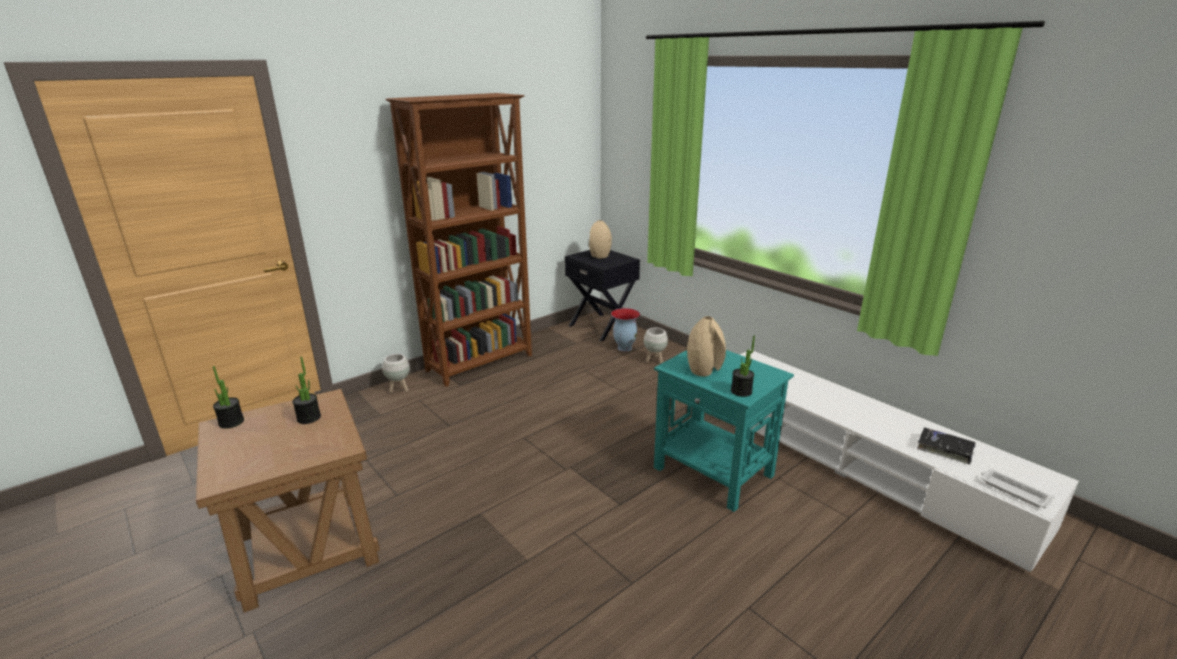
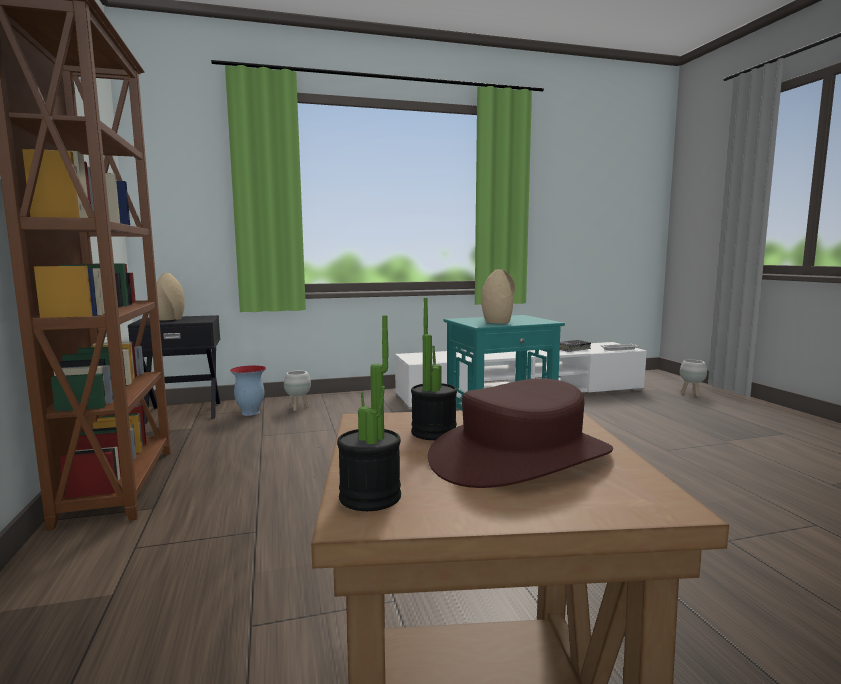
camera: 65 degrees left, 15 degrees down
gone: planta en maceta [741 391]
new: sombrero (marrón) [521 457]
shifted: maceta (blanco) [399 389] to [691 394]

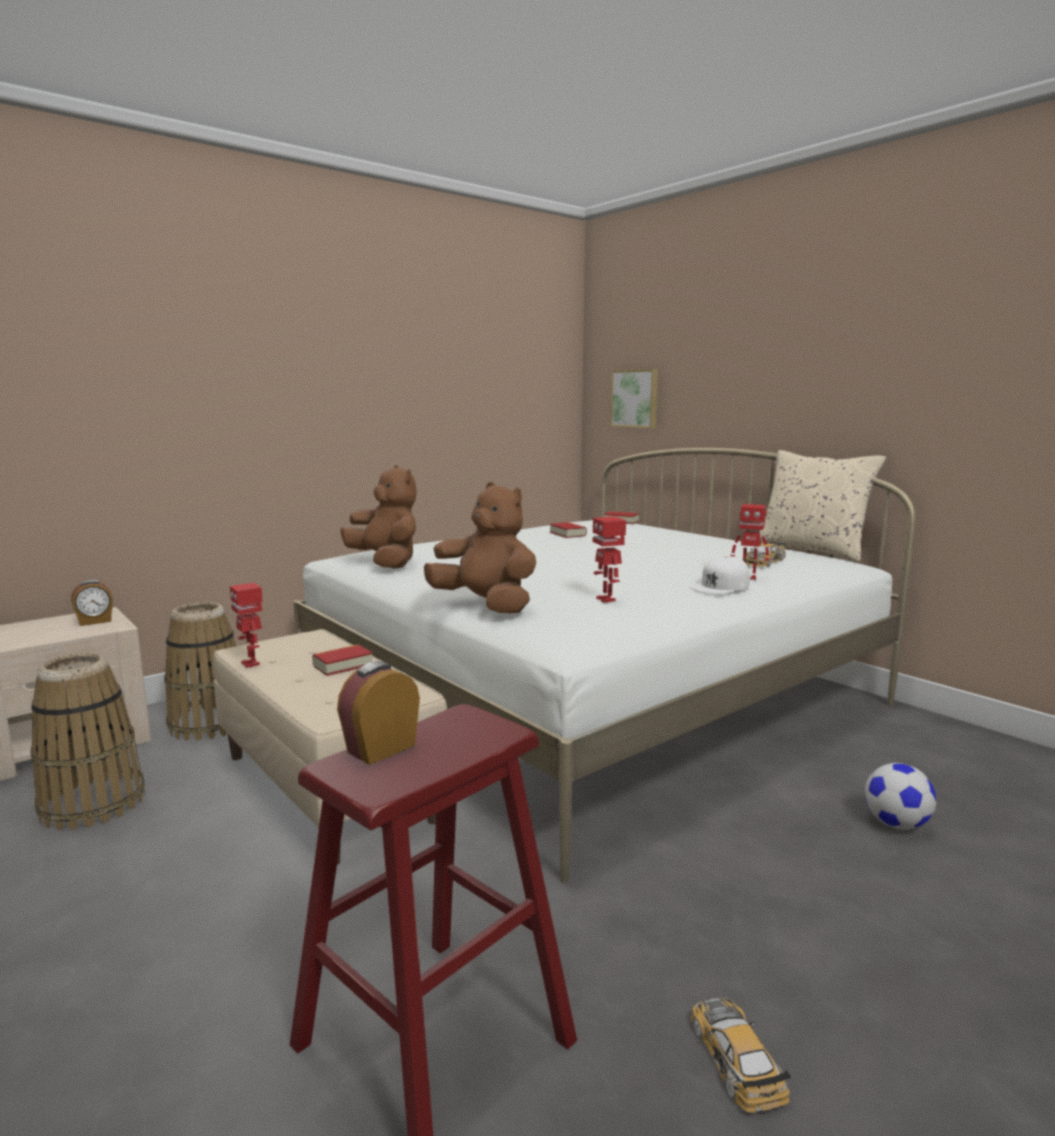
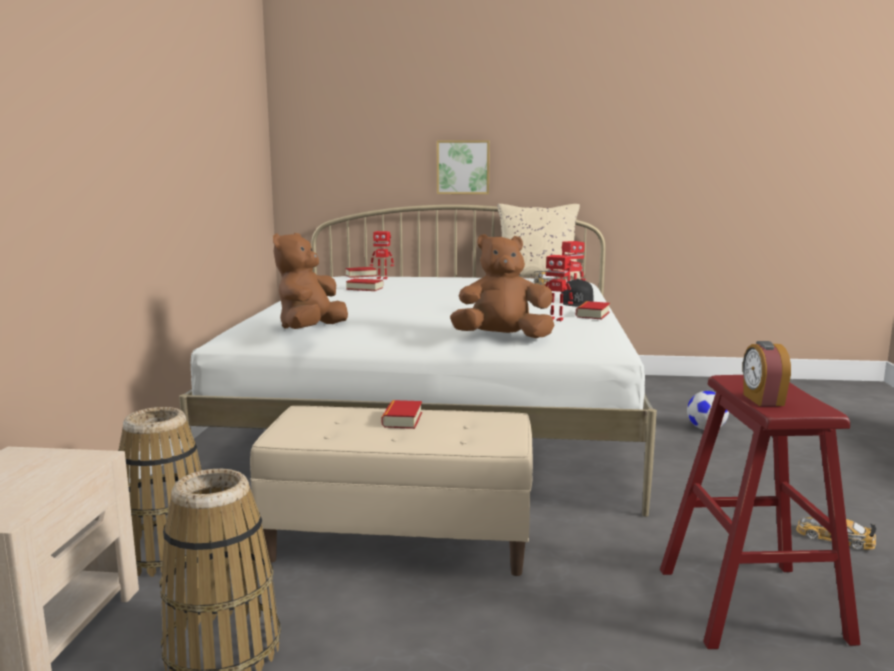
camera: 45 degrees left, 0 degrees up
gone: despertador [95 621]
new: libro [592 314]
shifted: robot de juguete [251 663] to [382 278]; cuadro [635 398] to [463 167]
repainted: gorra (blanco) [720 586] to gorra (negro) [577 301]
rotated: peluche (marrón) [386 563] = [310 330] 75 degrees counterclockwise

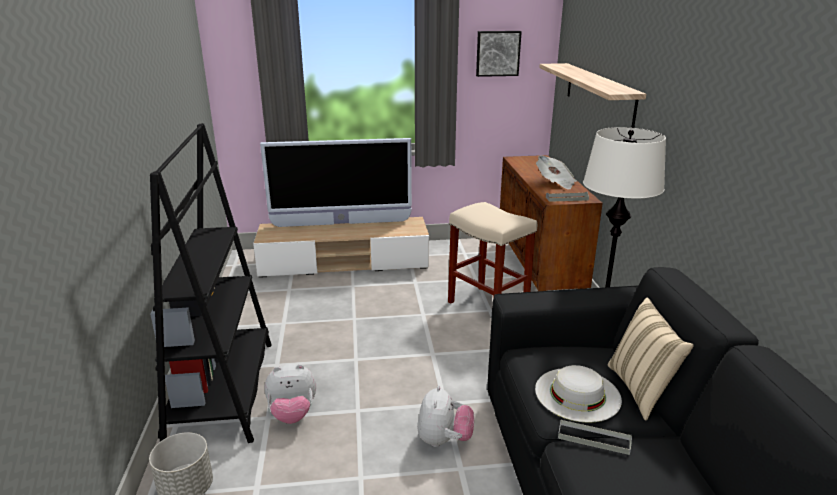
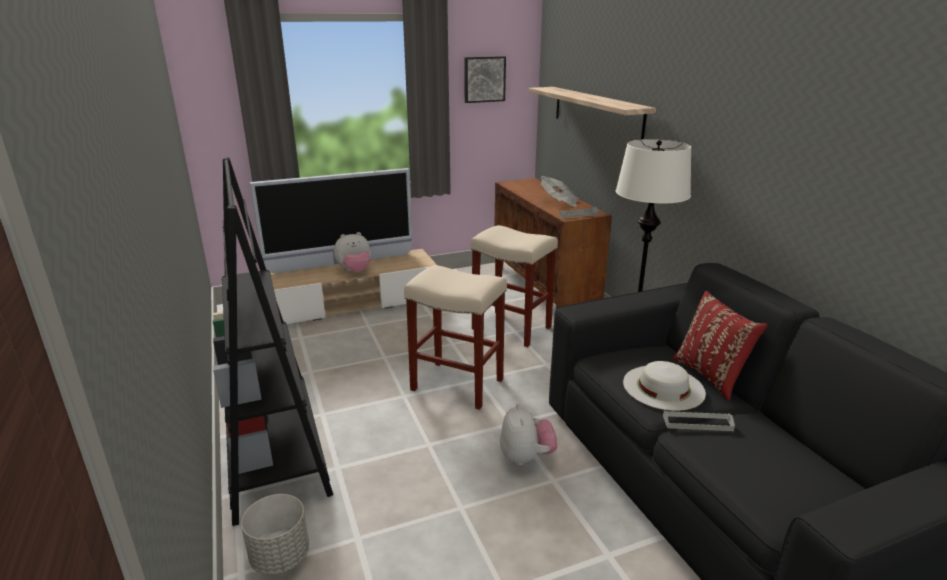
camera: 15 degrees left, 0 degrees up
new: taburete (beis) [458 384]
shifted: peluche [292 414] to [355 271]
repainted: cojín (beis) [641 390] to cojín (rojo) [711 376]

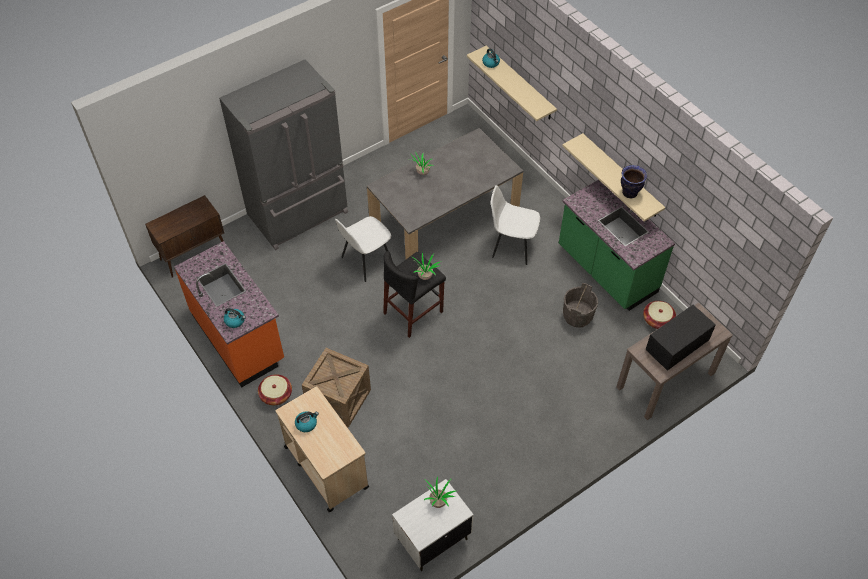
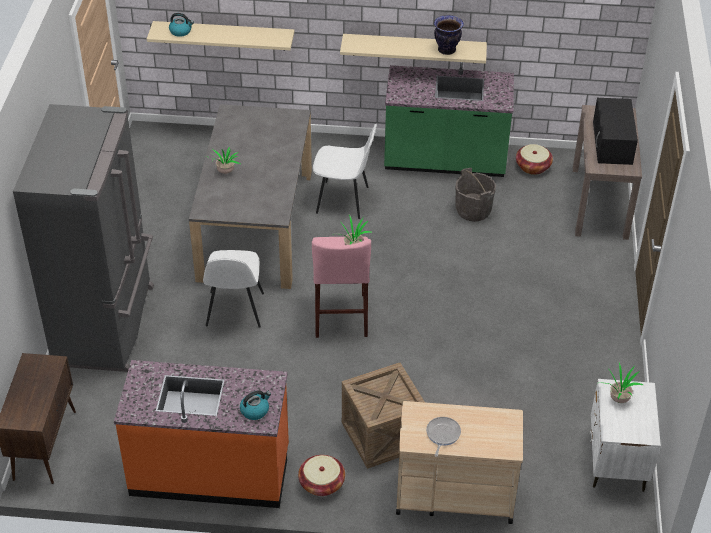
camera: 50 degrees left, 10 degrees down
swapped: hervidor [306 424] to sartén [442 435]
repainted: taburete (negro) [413 312] to taburete (rosa) [340 315]
rotated: silla (blanco) [512 245] = [344 200] 135 degrees counterclockwise

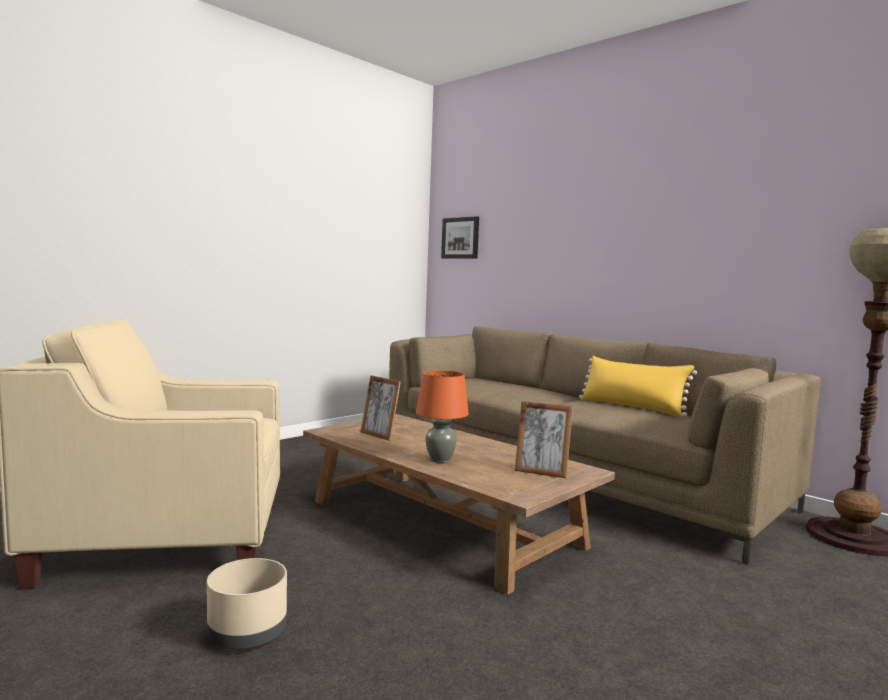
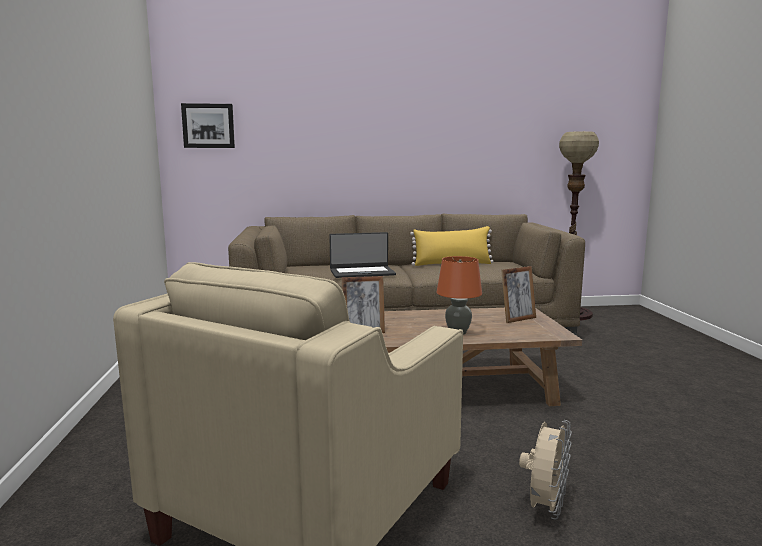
camera: 50 degrees left, 5 degrees up
new: portátil [362 272]
swapped: maceta (beis) [248 633] to ventilador (beis) [545 507]

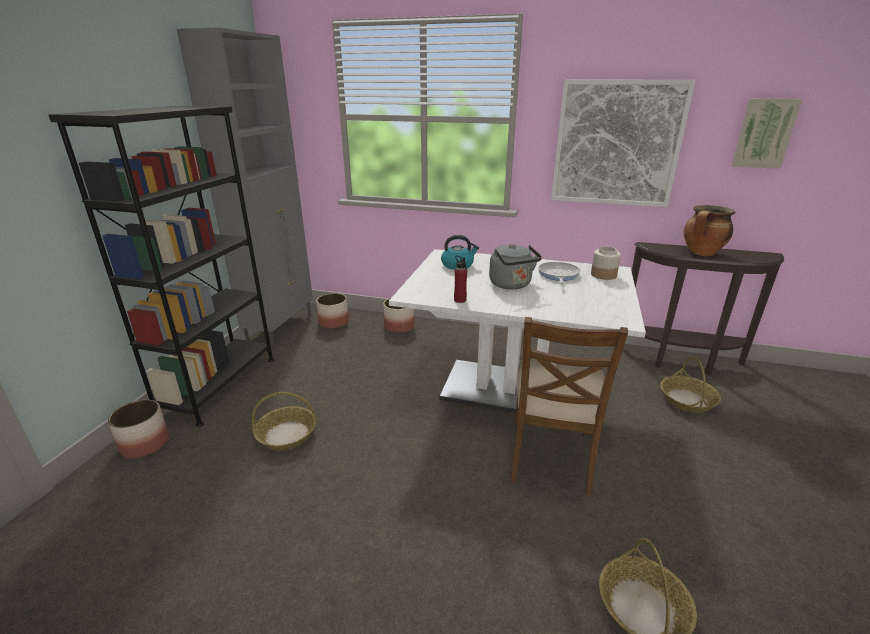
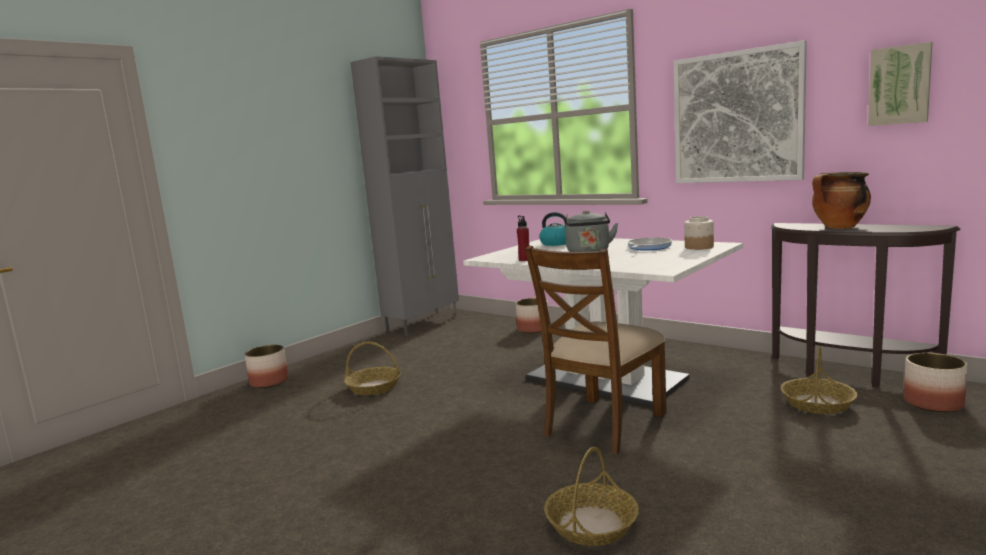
camera: 25 degrees right, 15 degrees down
gone: estantería (negro) [219 385]
shifted: maceta [334 322] to [933 403]

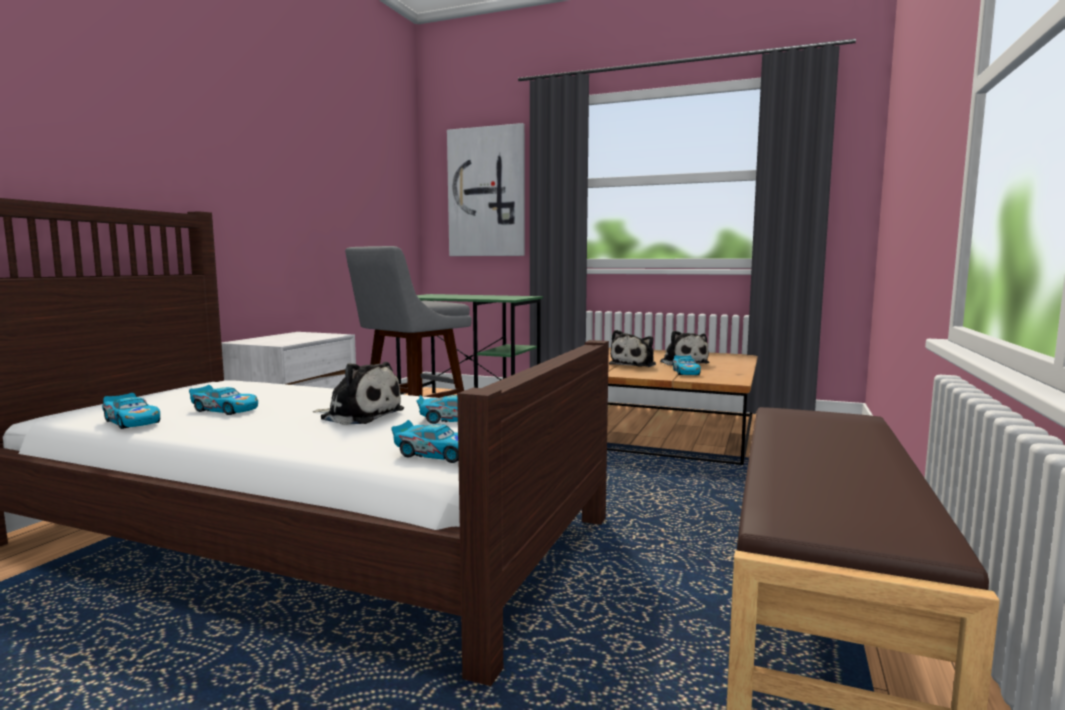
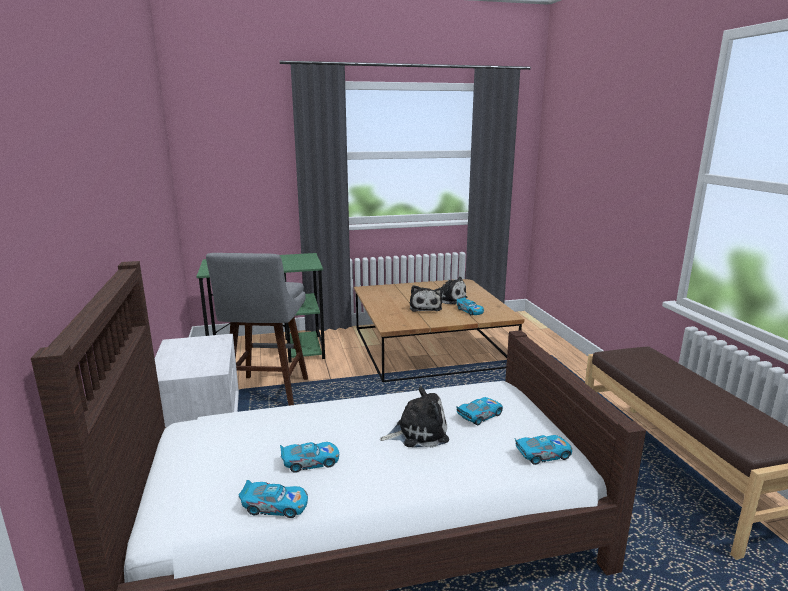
camera: 35 degrees left, 10 degrees up
gone: cuadro [487 192]

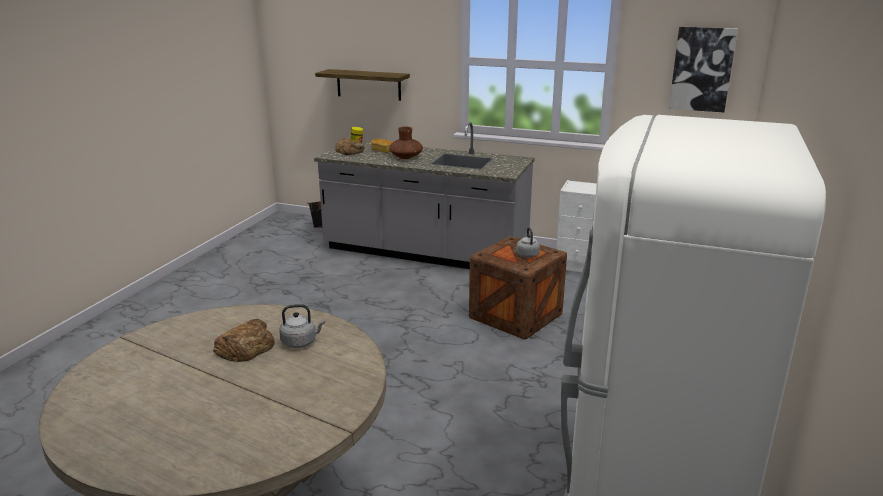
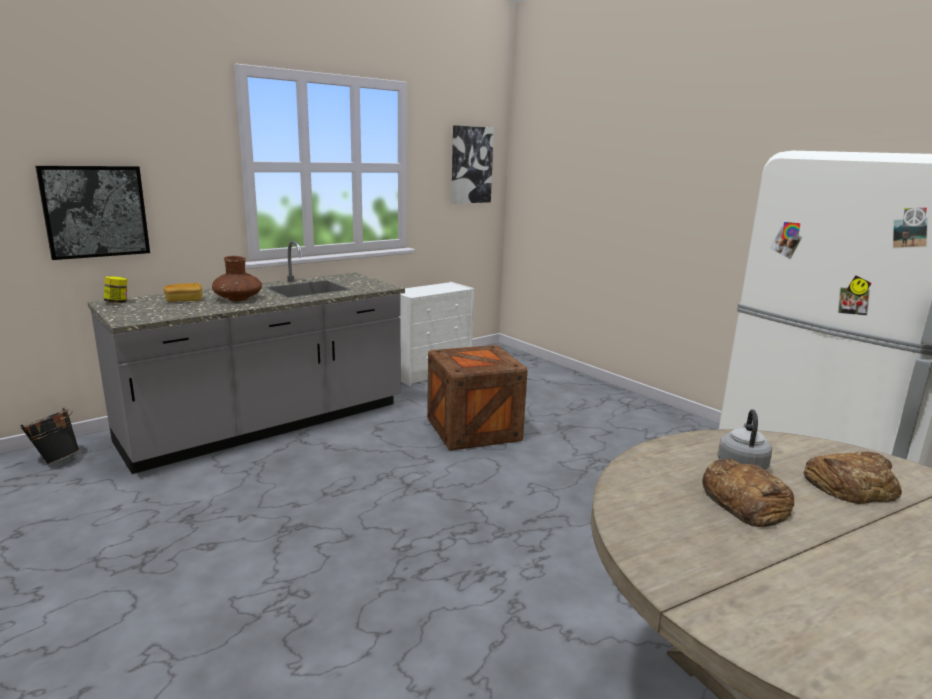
camera: 60 degrees left, 5 degrees down
gone: hervidor (gris) [527 254]
shifted: pan [350 151] to [851 485]
swapped: estante [368 84] to cuadro [95 211]

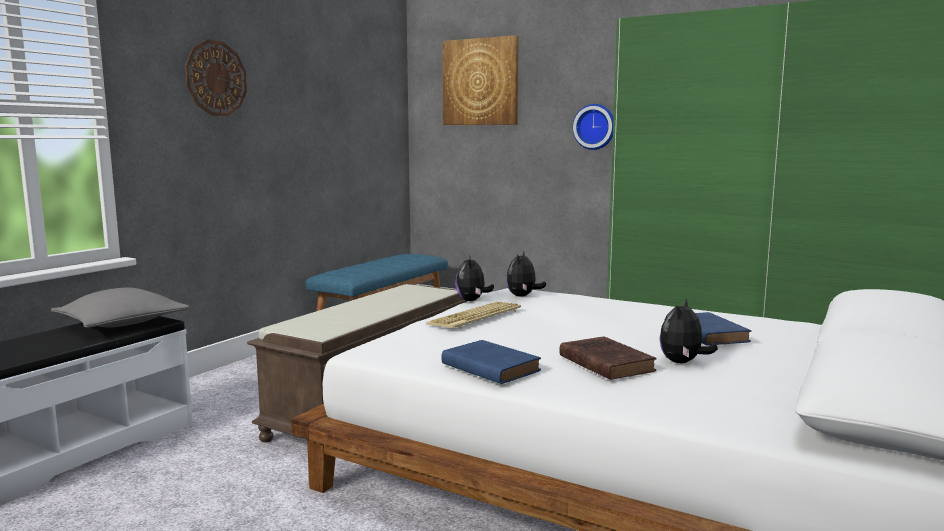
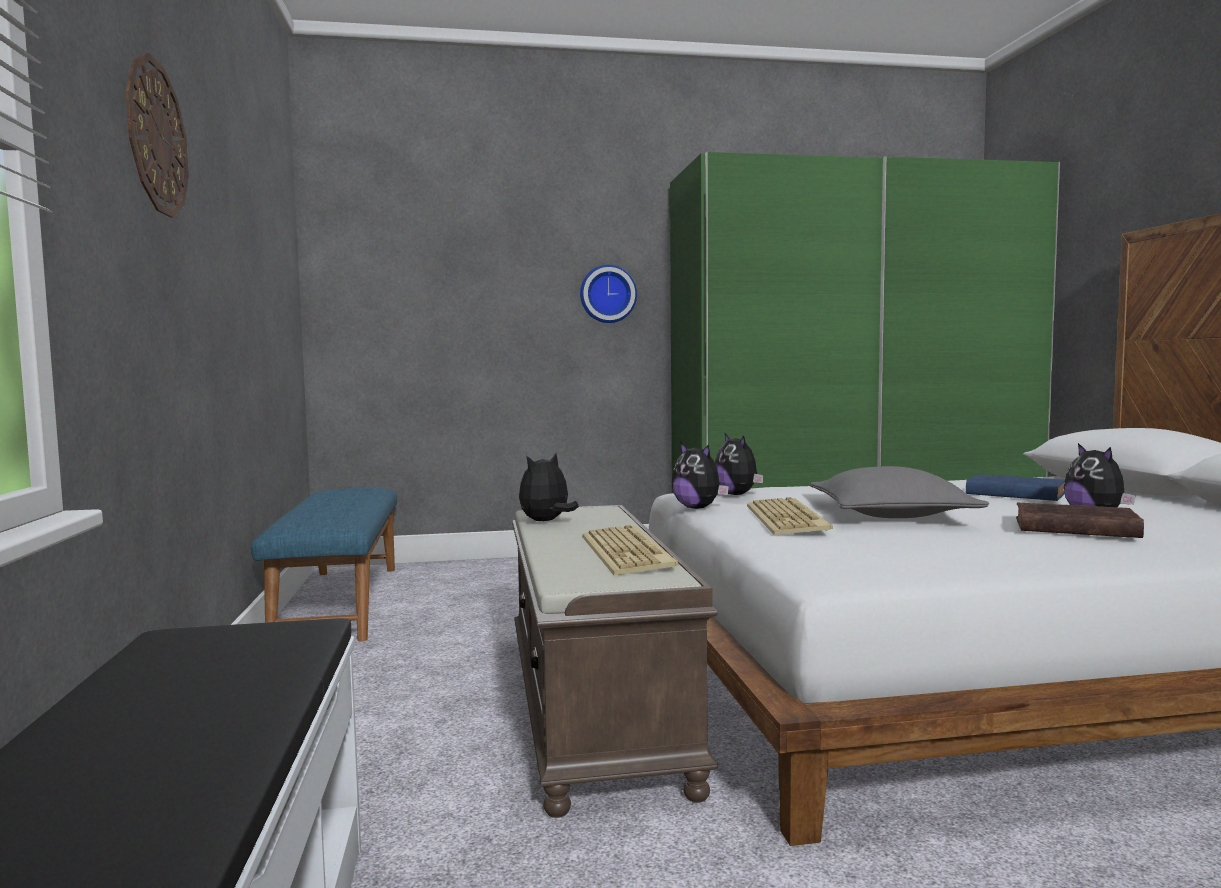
camera: 40 degrees left, 5 degrees down
gone: libro (azul) [488 367]; cuadro [480 82]
new: peluche [546 521]; teclado [629 552]
shifted: cojín (gris) [122 323] to [891 515]

